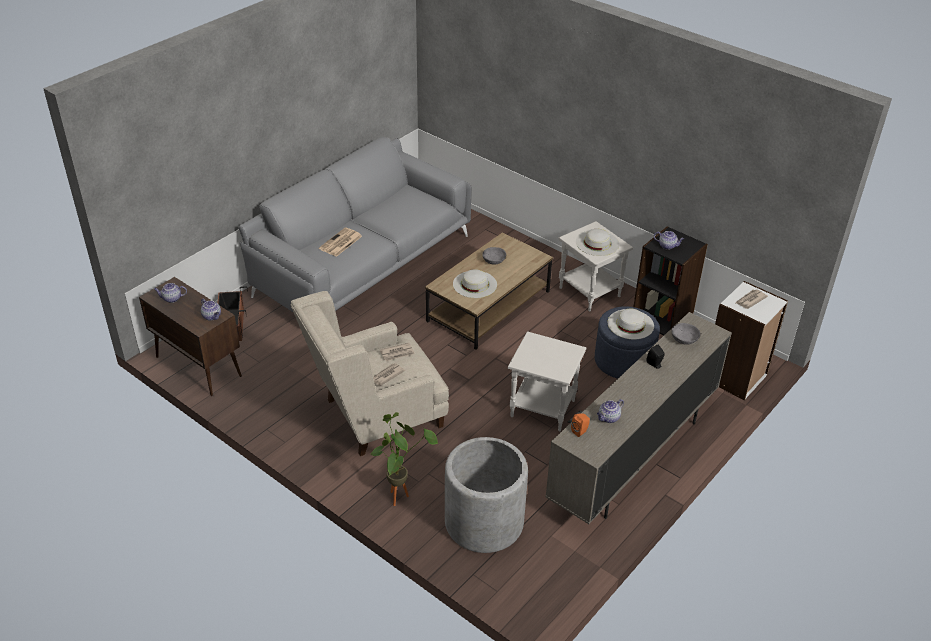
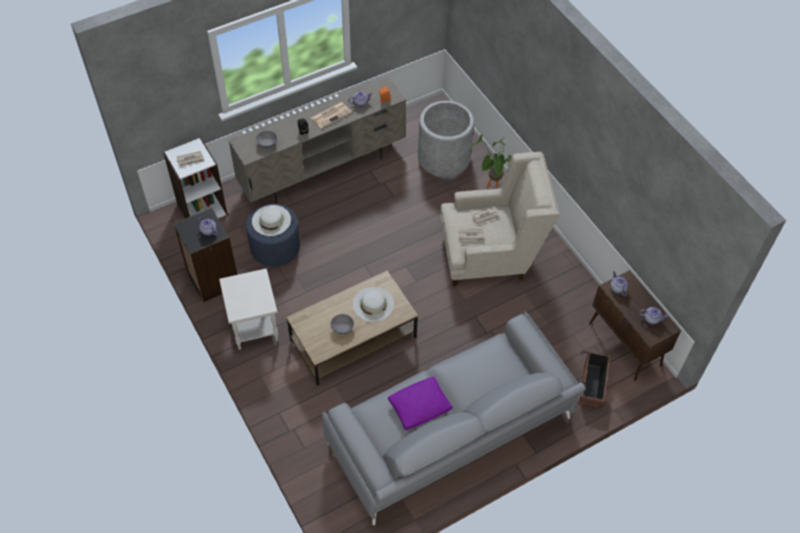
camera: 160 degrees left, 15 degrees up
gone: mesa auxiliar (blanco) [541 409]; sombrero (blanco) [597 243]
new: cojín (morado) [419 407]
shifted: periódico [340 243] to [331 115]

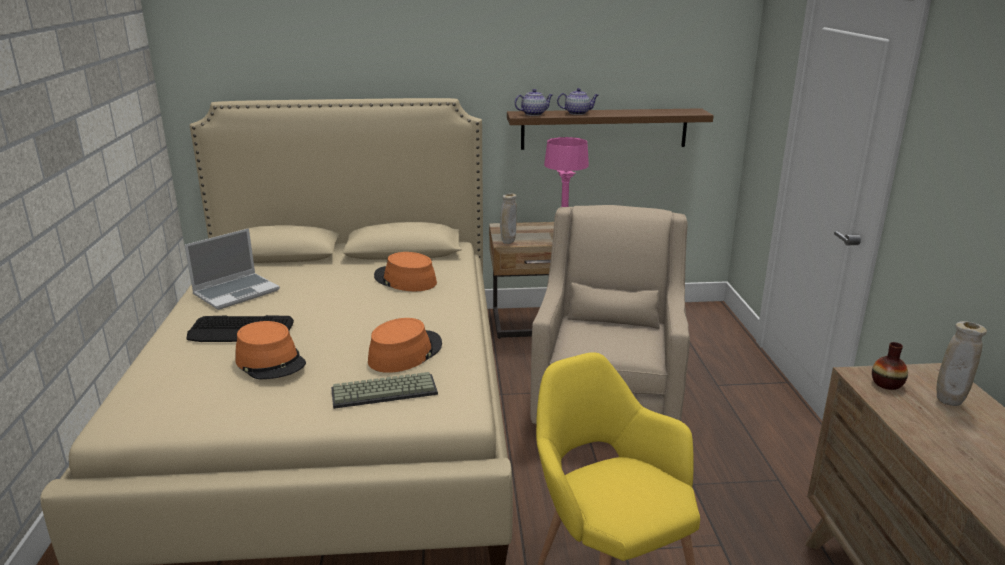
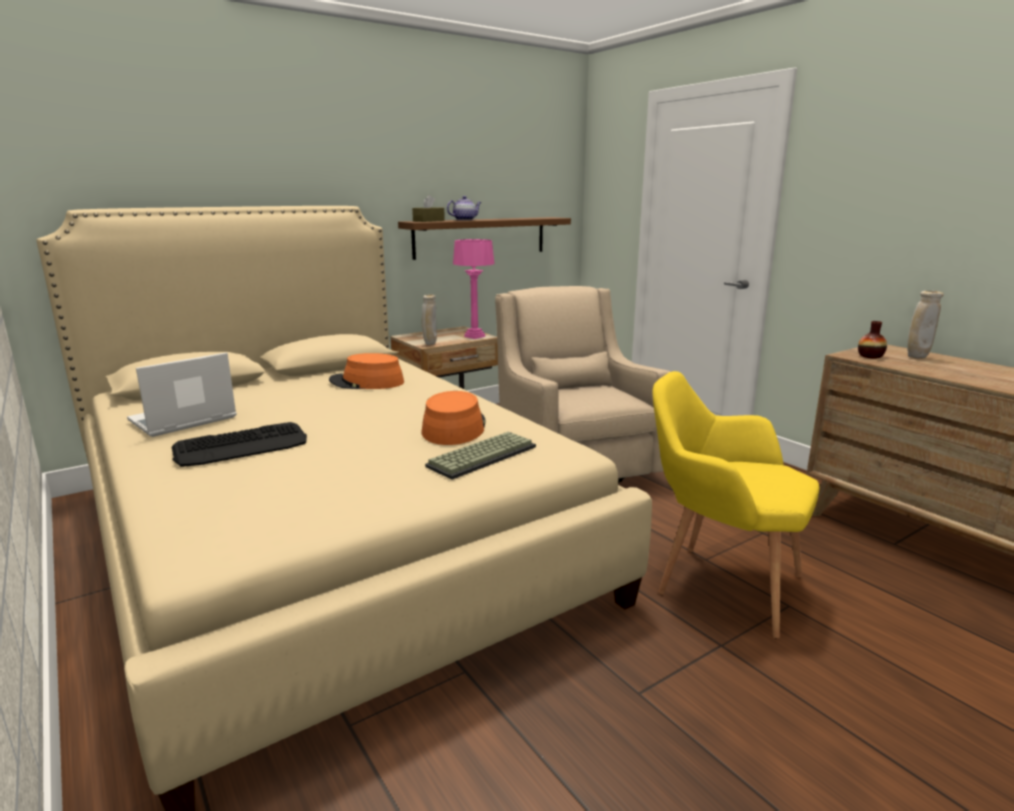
camera: 30 degrees left, 5 degrees down
gone: sombrero (naranja) [271 361]
swapped: tetera [534 114] to caja de pañuelos (marrón) [428 221]
rotated: portátil [237 292] = [182 420] 150 degrees counterclockwise

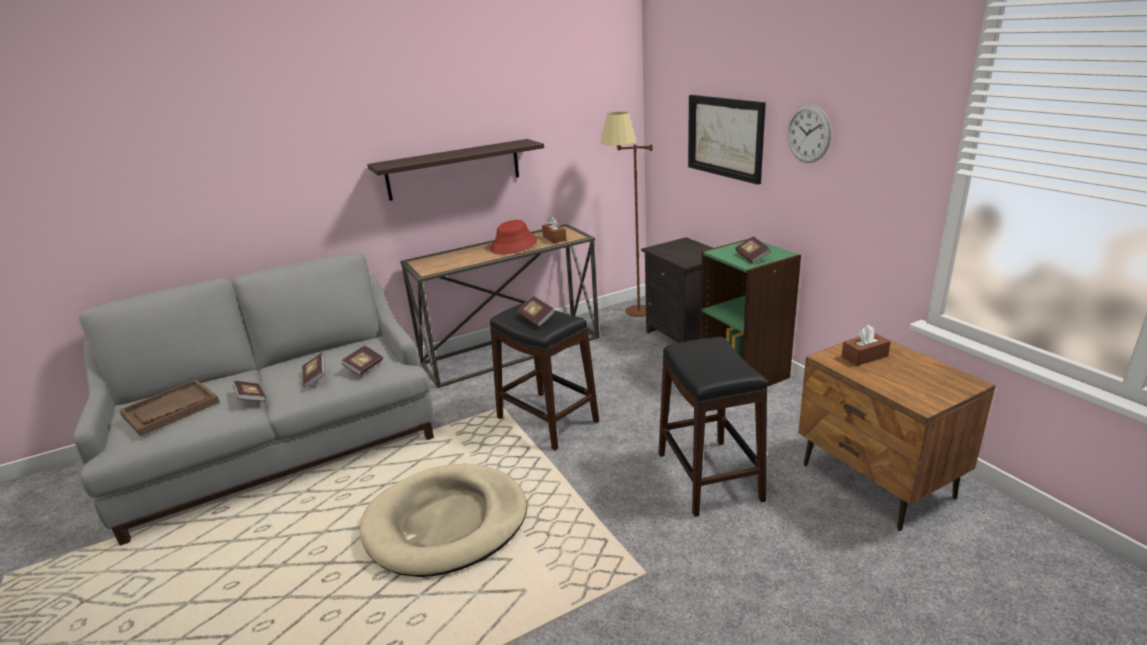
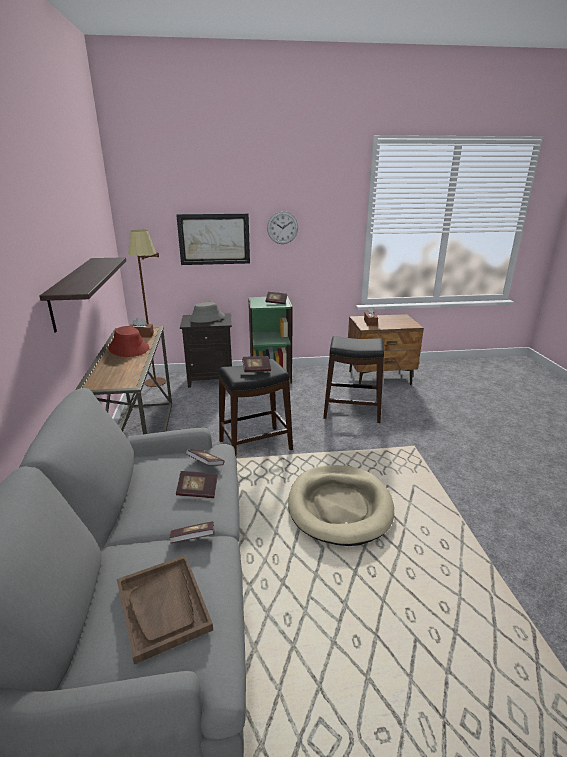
camera: 70 degrees left, 0 degrees up
new: sombrero (gris) [206 318]

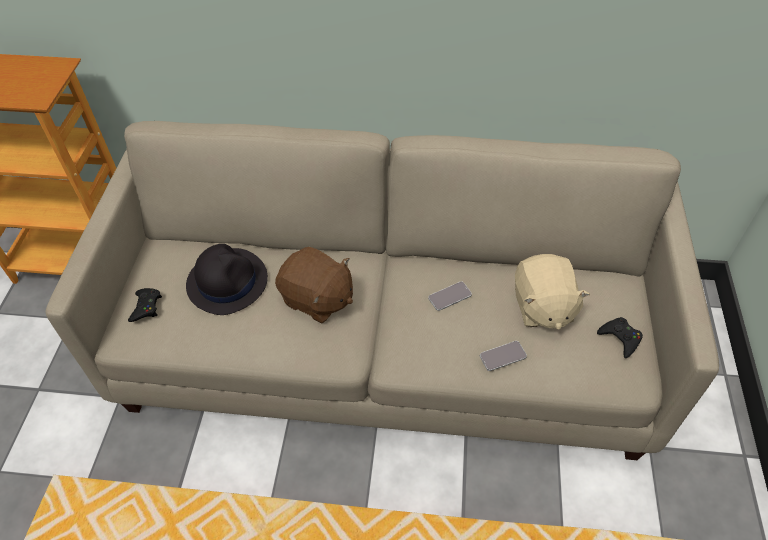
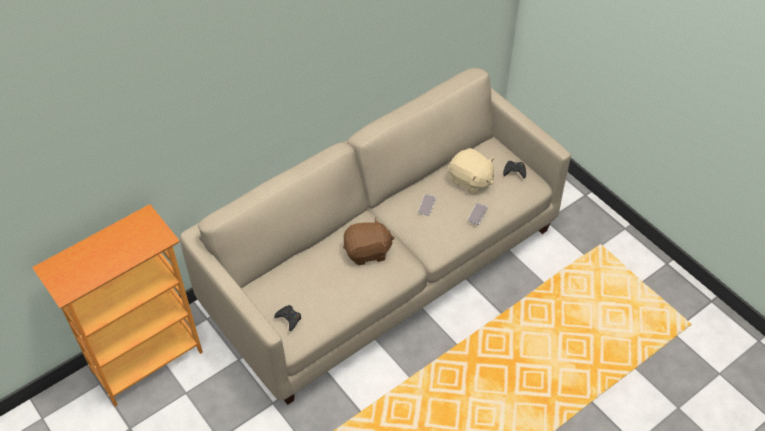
camera: 45 degrees left, 0 degrees up
gone: sombrero (negro) [227 281]

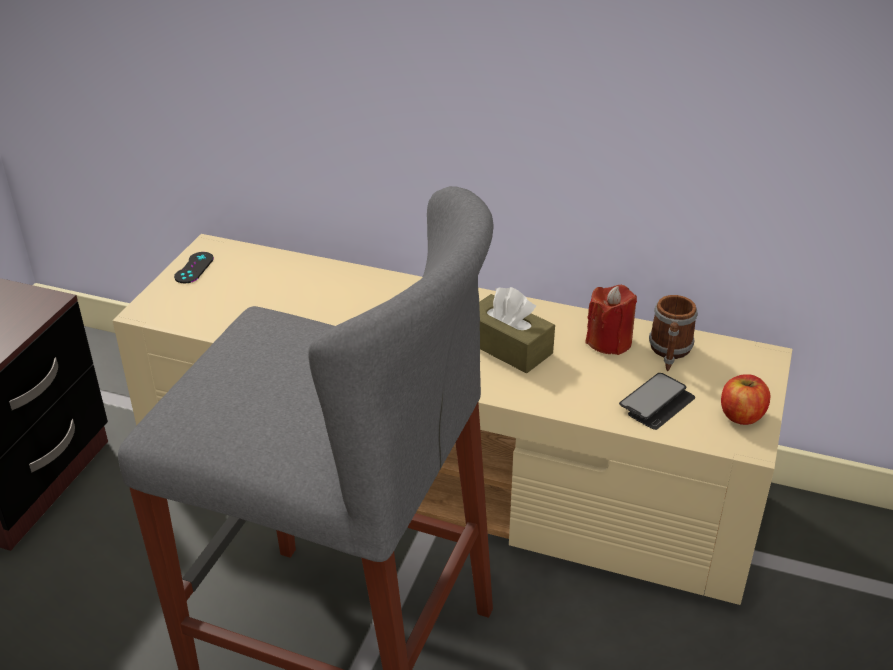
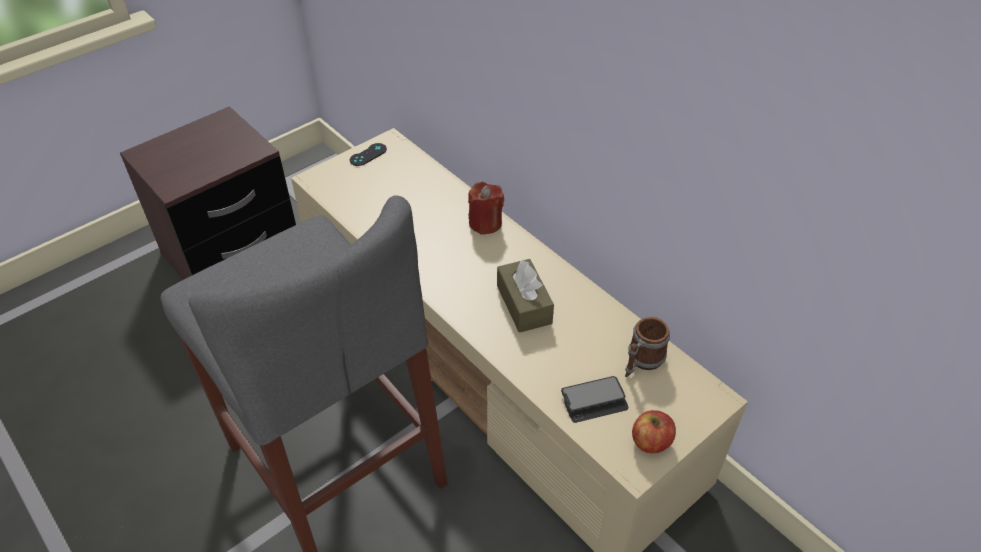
camera: 30 degrees right, 10 degrees up
shifted: vela (rojo) [609 341] to [485 223]

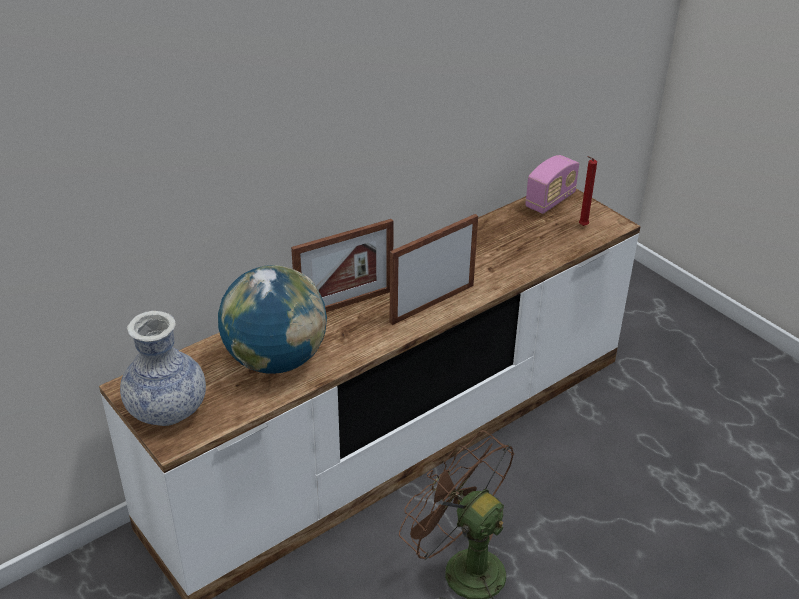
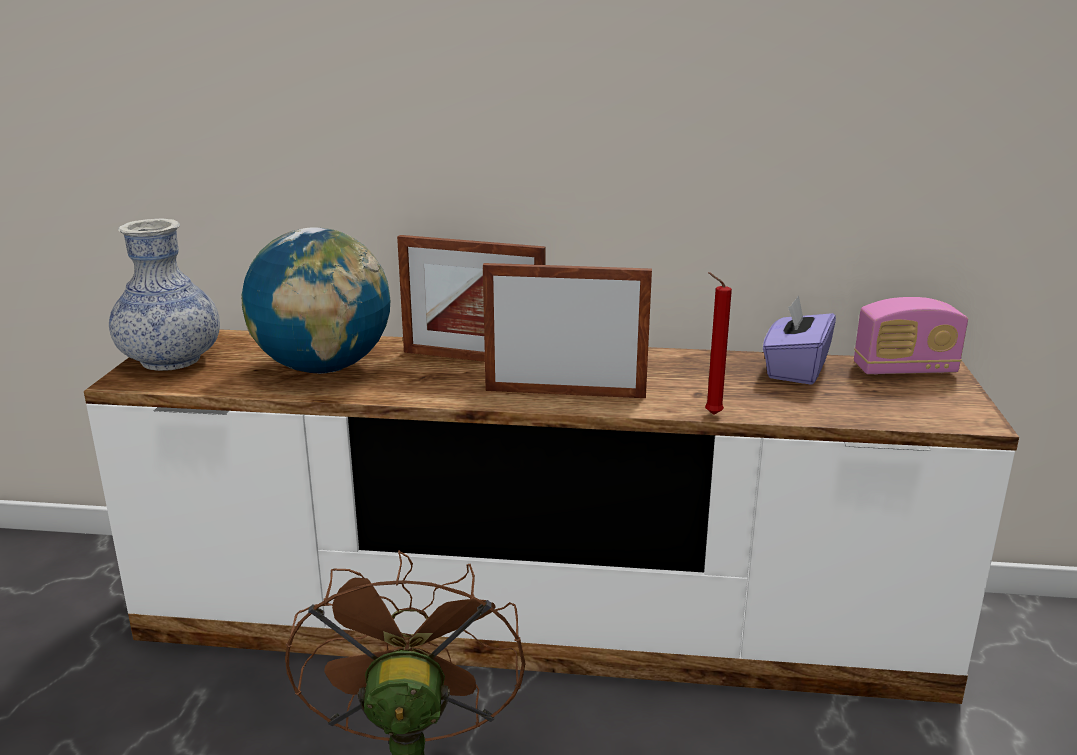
camera: 45 degrees right, 15 degrees down
new: caja de pañuelos (morado) [795 369]
shifted: vela (rojo) [581 226] to [710 414]

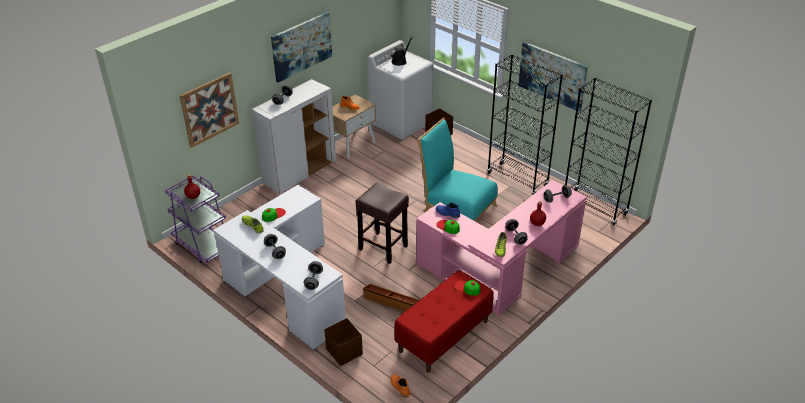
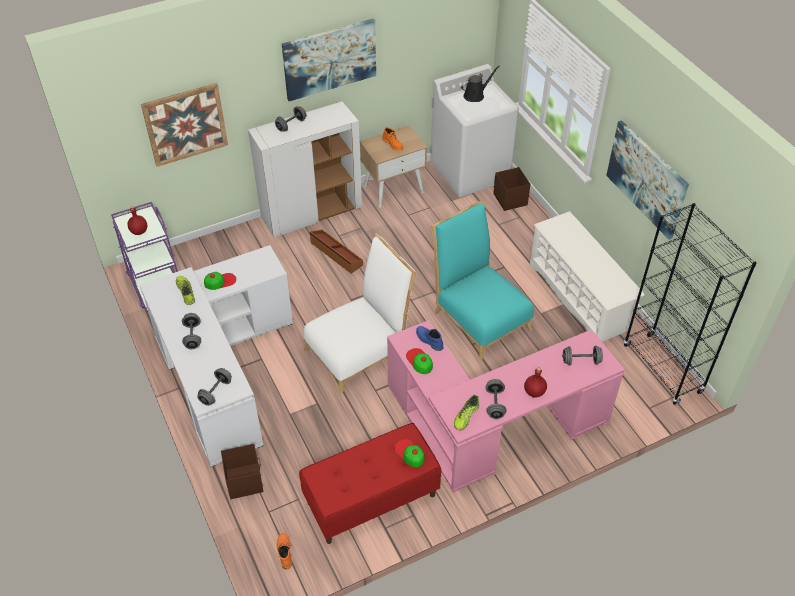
camera: 20 degrees right, 10 degrees up
shifted: caja de almacenaje (marrón) [391 302] to [336 254]
swapped: taburete (marrón) [384 248] to silla (blanco) [360 350]; estantería (negro) [517 180] to zapatero (blanco) [579 297]

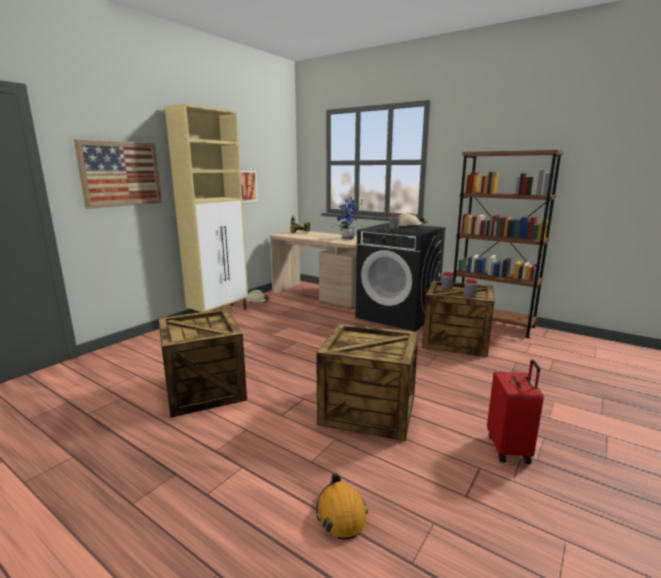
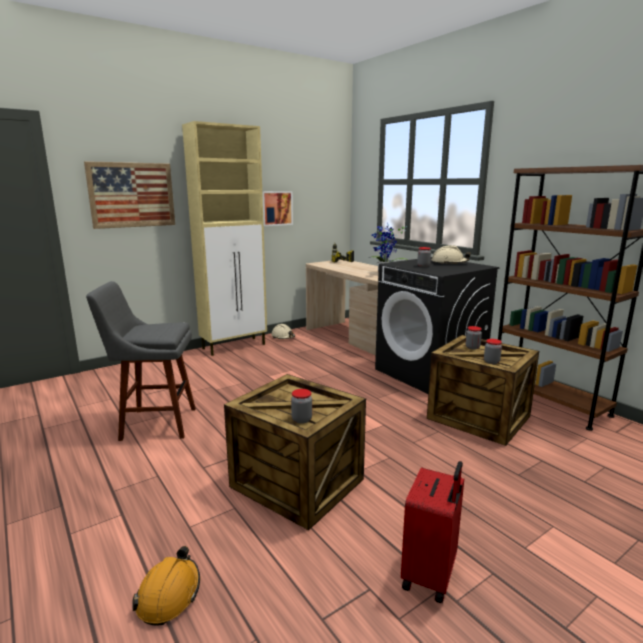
camera: 20 degrees right, 0 degrees up
new: tarro [301 419]
swapped: caja de embalaje [203 389] to taburete (gris) [154 423]

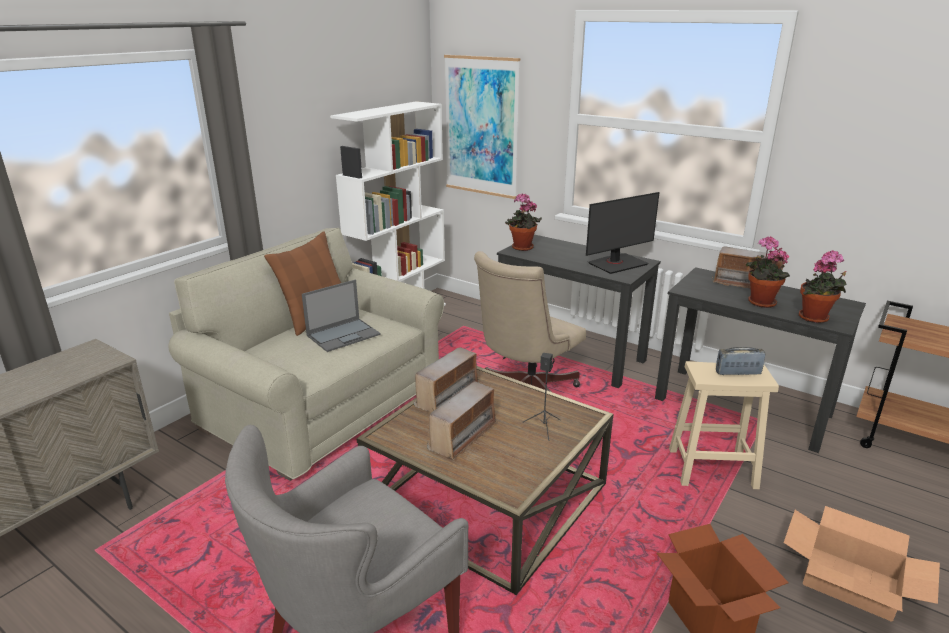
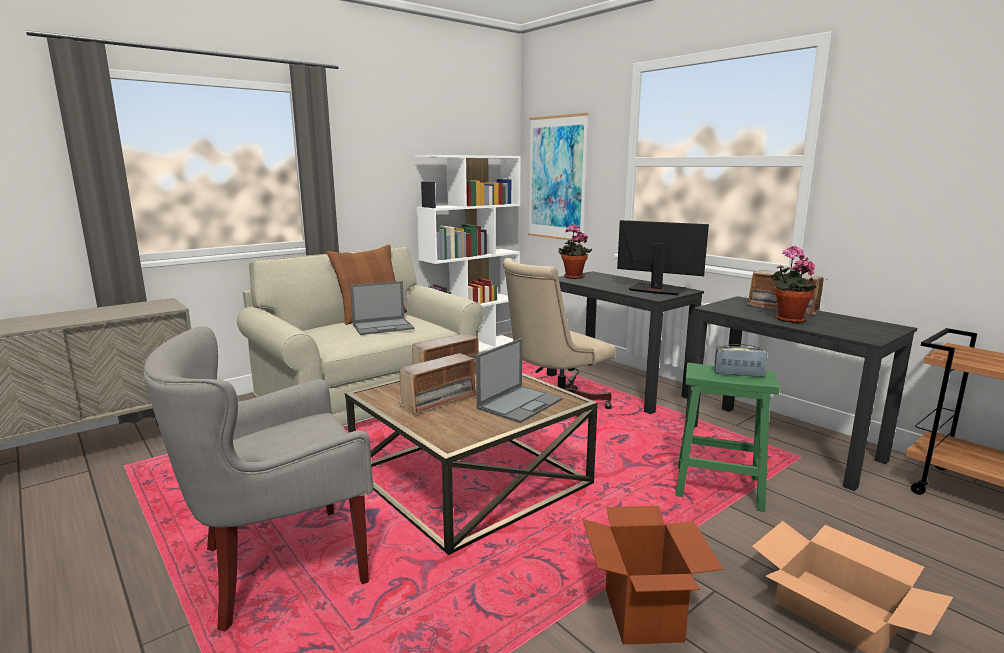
camera: 15 degrees right, 10 degrees down
gone: planta en maceta [815 319]
swapped: altavoz (negro) [544 427] to portátil [520 403]
repainted: taburete (beis) [710 469] to taburete (verde) [716 487]
rotated: monitor [617 264] = [657 290] 135 degrees counterclockwise

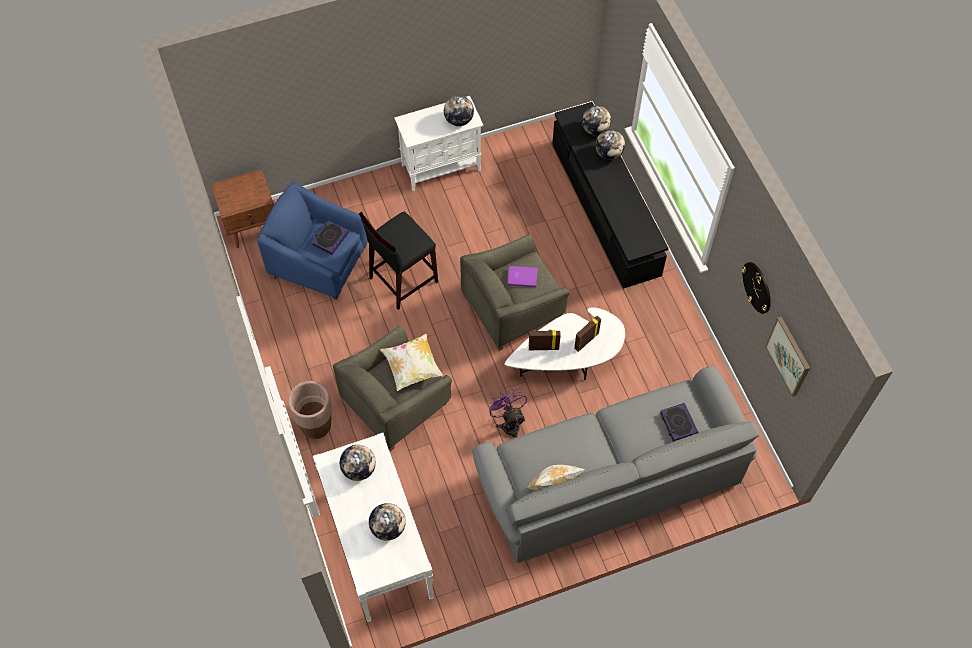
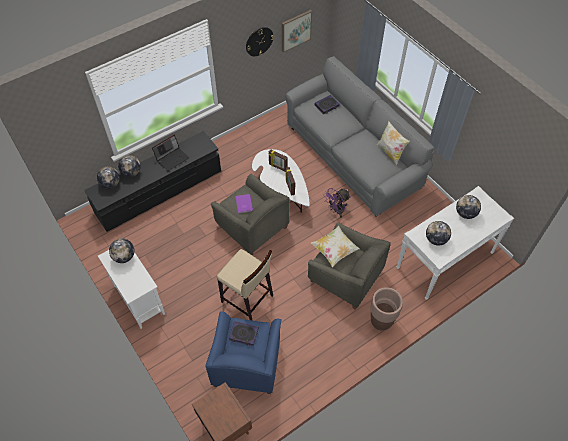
camera: 105 degrees left, 5 degrees down
new: portátil [172 158]
repainted: taburete (negro) [402 280] to taburete (beis) [247 299]

